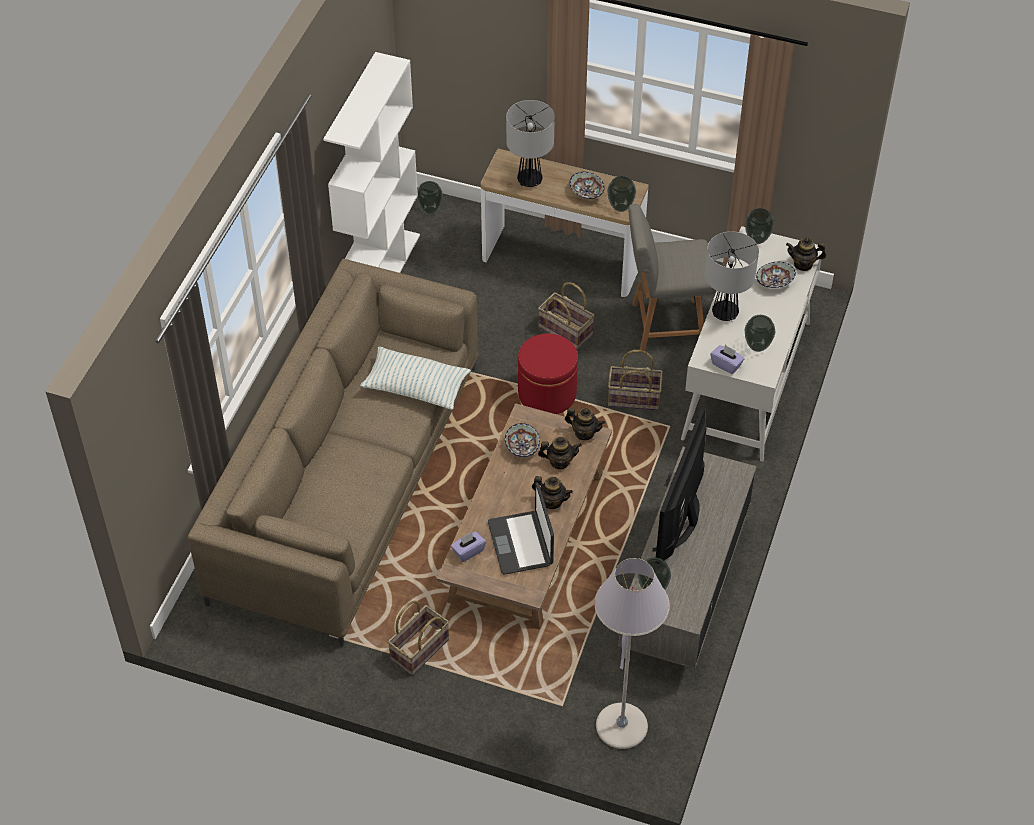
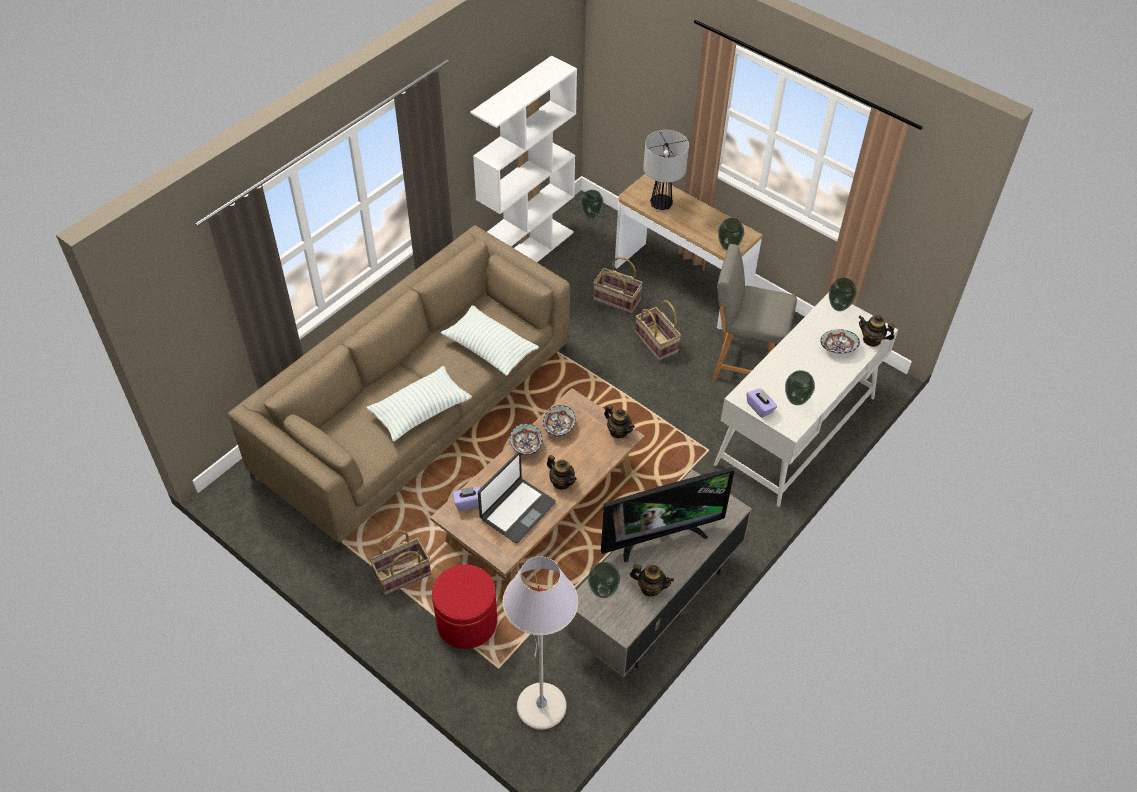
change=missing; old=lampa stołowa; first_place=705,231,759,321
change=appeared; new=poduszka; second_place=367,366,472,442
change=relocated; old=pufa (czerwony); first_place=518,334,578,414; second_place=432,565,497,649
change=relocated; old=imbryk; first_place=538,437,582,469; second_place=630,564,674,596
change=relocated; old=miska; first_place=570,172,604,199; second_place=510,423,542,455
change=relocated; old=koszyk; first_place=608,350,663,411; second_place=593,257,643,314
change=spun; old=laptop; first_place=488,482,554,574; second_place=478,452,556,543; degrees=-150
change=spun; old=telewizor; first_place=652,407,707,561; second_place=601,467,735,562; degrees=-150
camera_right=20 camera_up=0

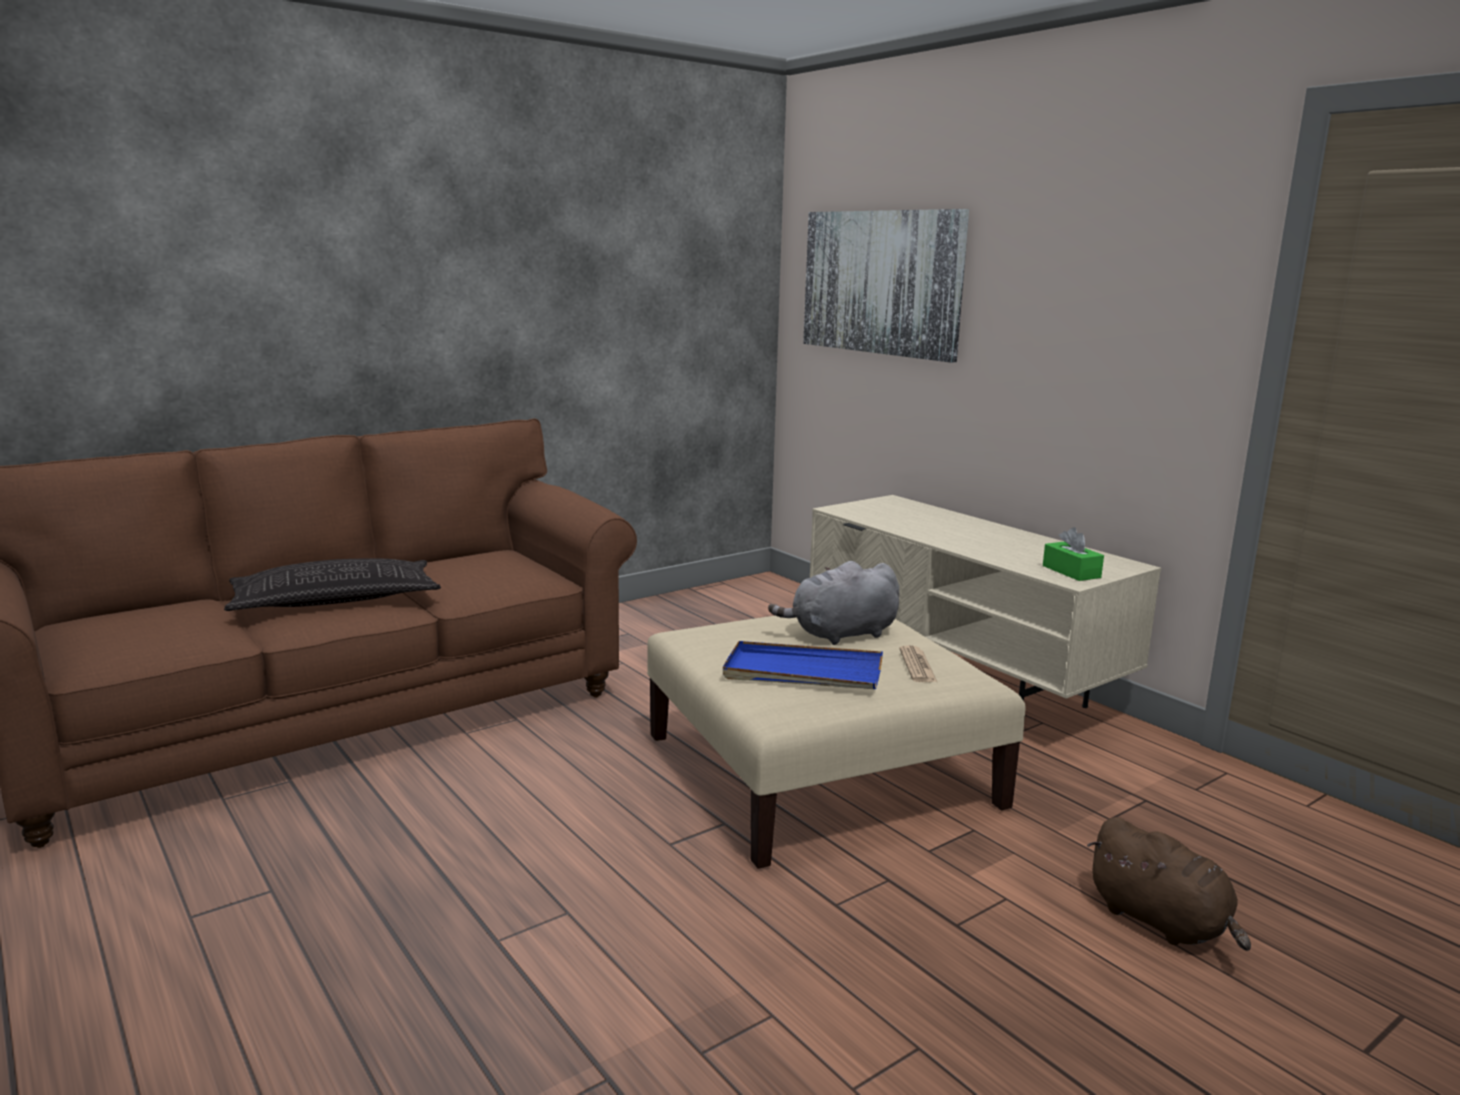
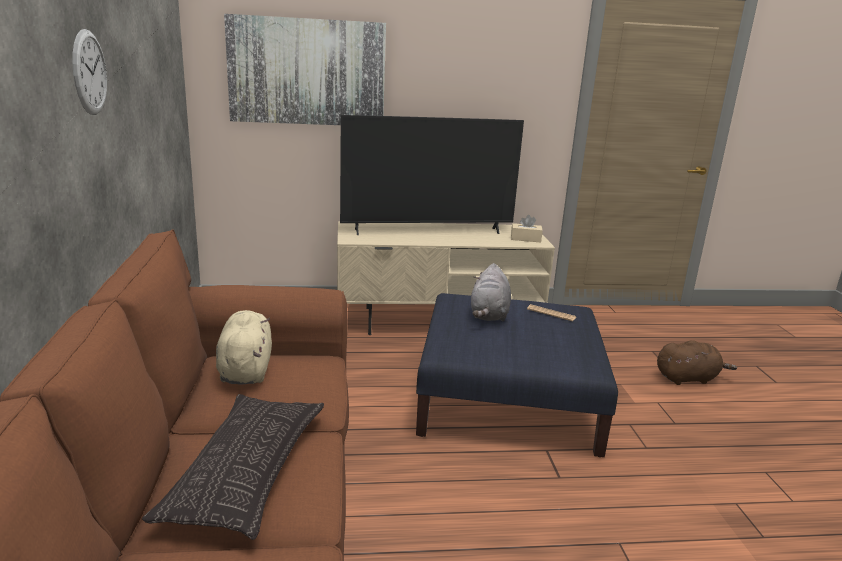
change=missing; old=taca (niebieski); first_place=723,641,883,689
change=appeared; new=zegar ścienny; second_place=72,29,107,115
change=appeared; new=pluszak (beżowy); second_place=216,310,272,384
change=appeared; new=telewizor; second_place=340,115,524,235
change=colour; old=pufa (beżowy); new=pufa (niebieski); first_place=647,616,1025,869; second_place=416,293,618,457
change=colour; old=pudełko chusteczek (zielony); new=pudełko chusteczek (beżowy); first_place=1043,527,1104,581; second_place=511,215,543,243
camera_right=-60 camera_up=5

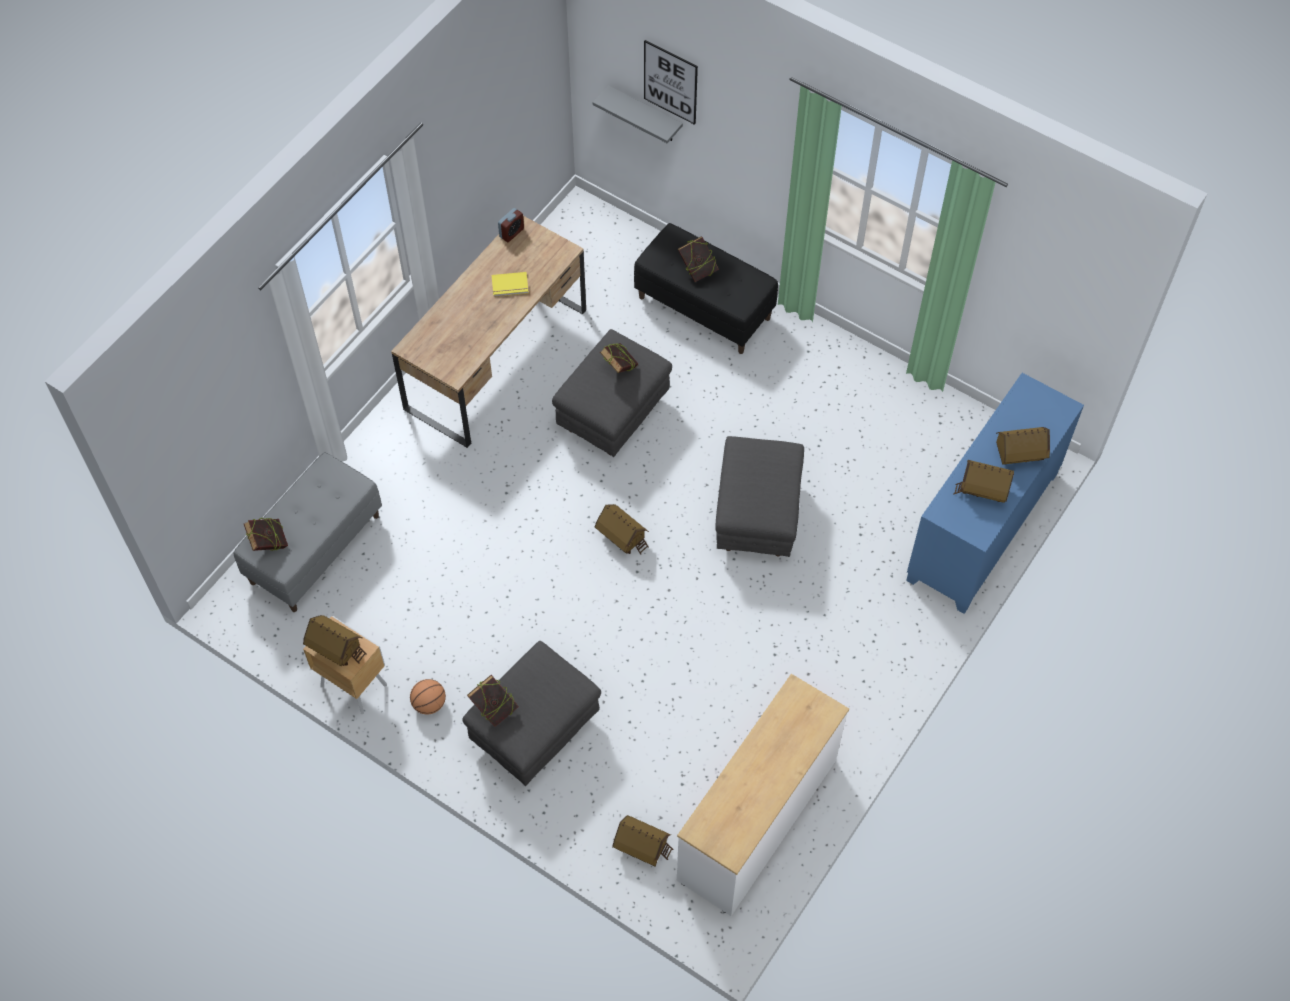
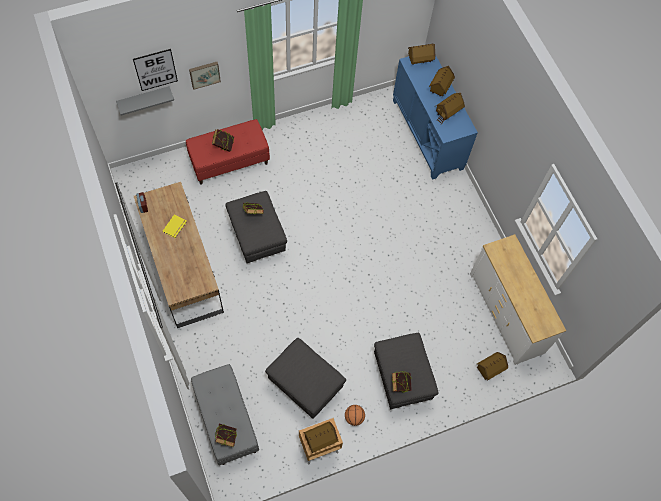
change=appeared; new=obraz; second_place=189,62,221,90
change=relocated; old=domek; first_place=595,504,649,555; second_place=408,43,435,65
change=relocated; old=pufa (szary); first_place=716,436,804,557; second_place=265,338,346,419
change=colour; old=ławka (czarny); new=ławka (czerwony); first_place=634,223,778,354; second_place=186,119,270,184
camera_right=-60 camera_up=5

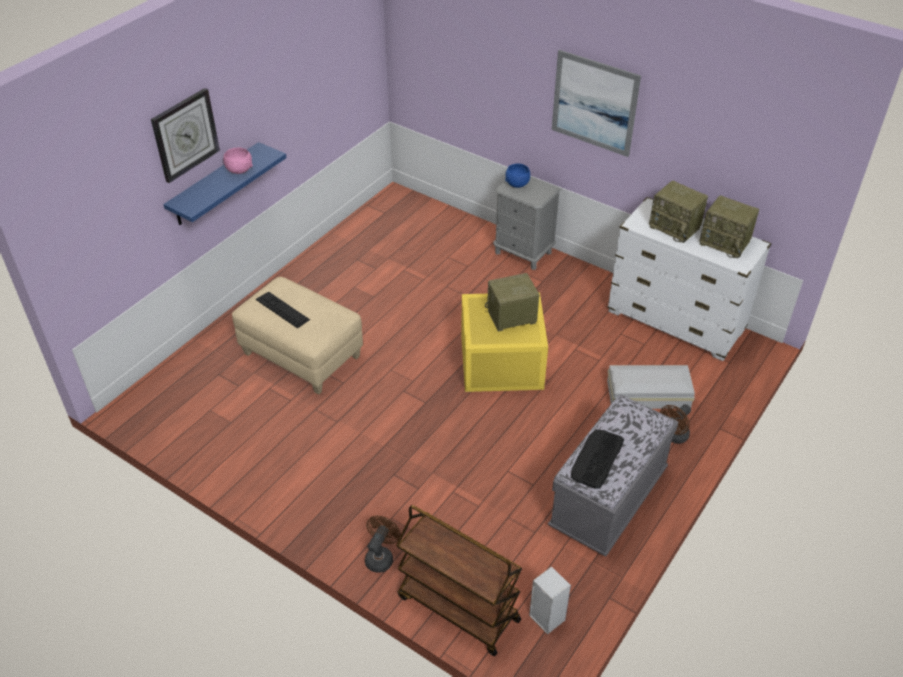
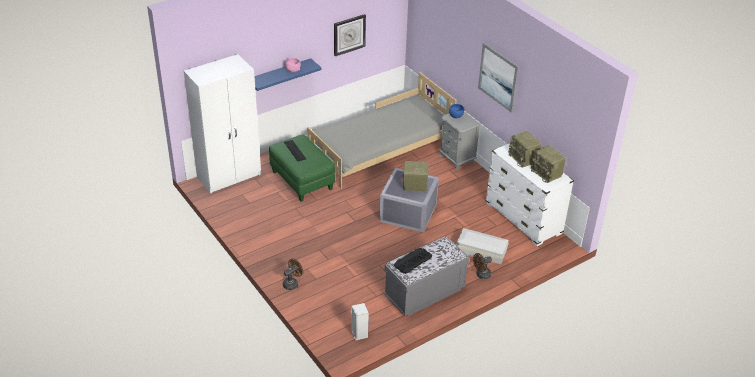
change=missing; old=wózek (brązowy); first_place=396,505,522,656
change=appeared; new=szafa (biały); second_place=184,54,261,194
change=appeared; new=łóżko (szary); second_place=307,72,456,189
change=relocated; old=zegar ścienny; first_place=151,88,220,183; second_place=334,14,366,56
change=colour; old=pufa (beżowy); new=pufa (zielony); first_place=232,277,363,395; second_place=269,134,335,202
change=colour; old=pojemnik do przechowywania (żółty); new=pojemnik do przechowywania (szary); first_place=461,292,548,392; second_place=379,168,439,233
camera_right=20 camera_up=-5

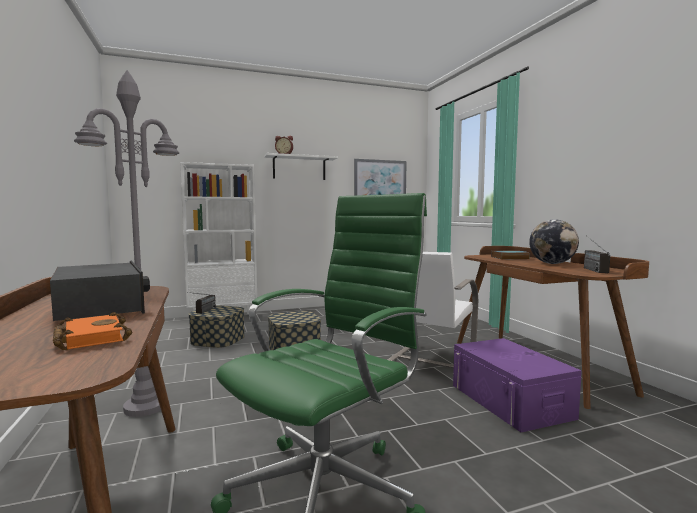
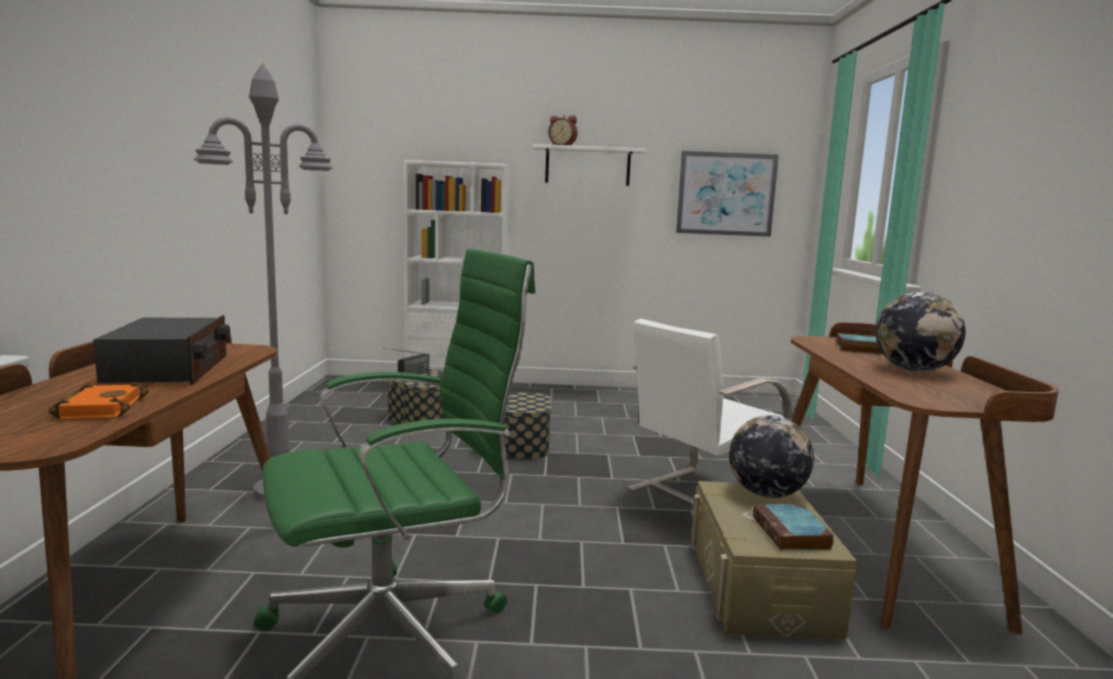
change=missing; old=radio; first_place=584,235,610,273
change=appeared; new=globus; second_place=729,415,814,498
change=appeared; new=książka; second_place=753,504,834,550
change=colour; old=pojemnik do przechowywania (fioletowy); new=pojemnik do przechowywania (beżowy); first_place=453,338,582,432; second_place=690,481,857,640
camera_right=20 camera_up=5

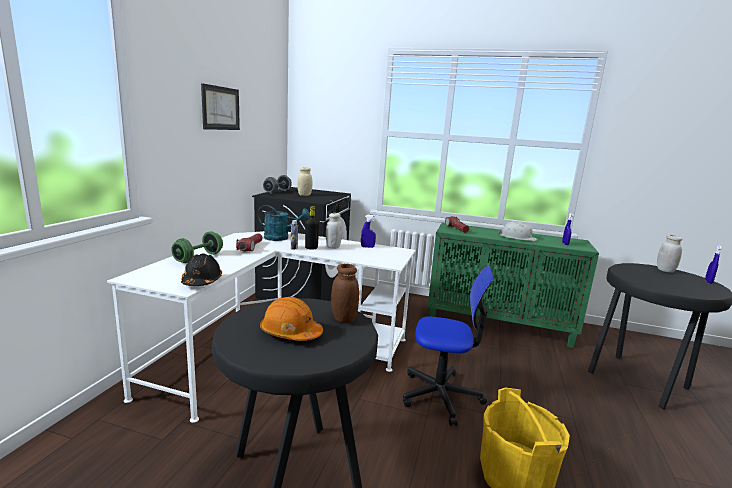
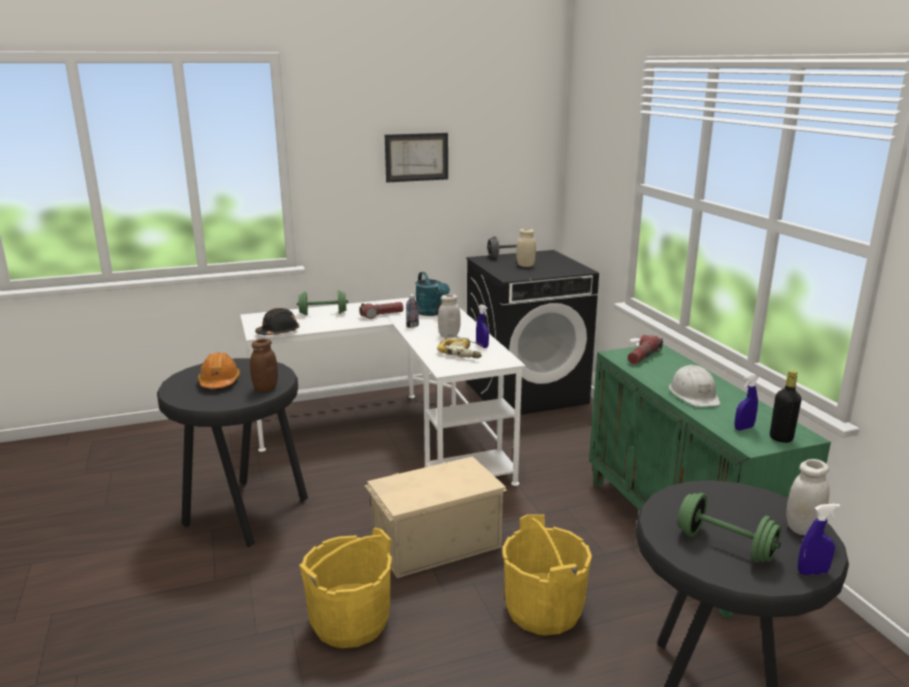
change=appeared; new=wiertarka; second_place=437,335,484,358
change=appeared; new=wiadro (żółty); second_place=502,514,592,636
change=appeared; new=hantel (zielony); second_place=677,493,781,563
change=relocated; old=butelka (czarny); first_place=305,206,319,250; second_place=770,370,801,443
change=exchanged; old=krzesło biurowe; new=pojemnik do przechowywania (beżowy); first_place=403,266,494,426; second_place=364,456,507,578
camera_right=55 camera_up=5

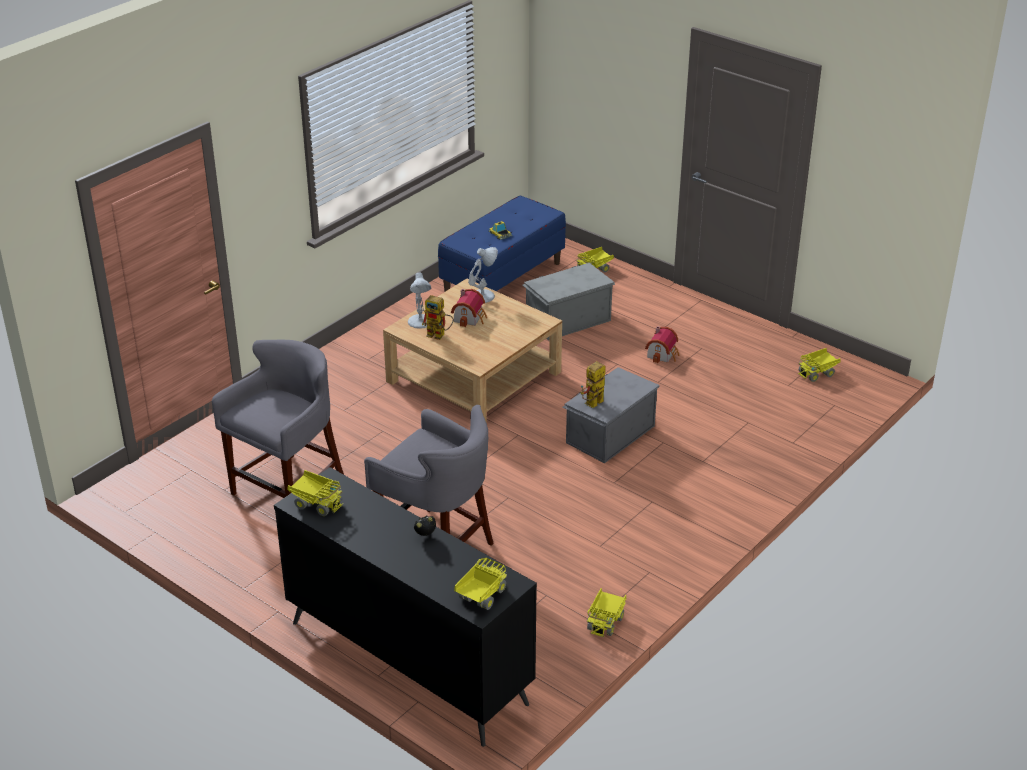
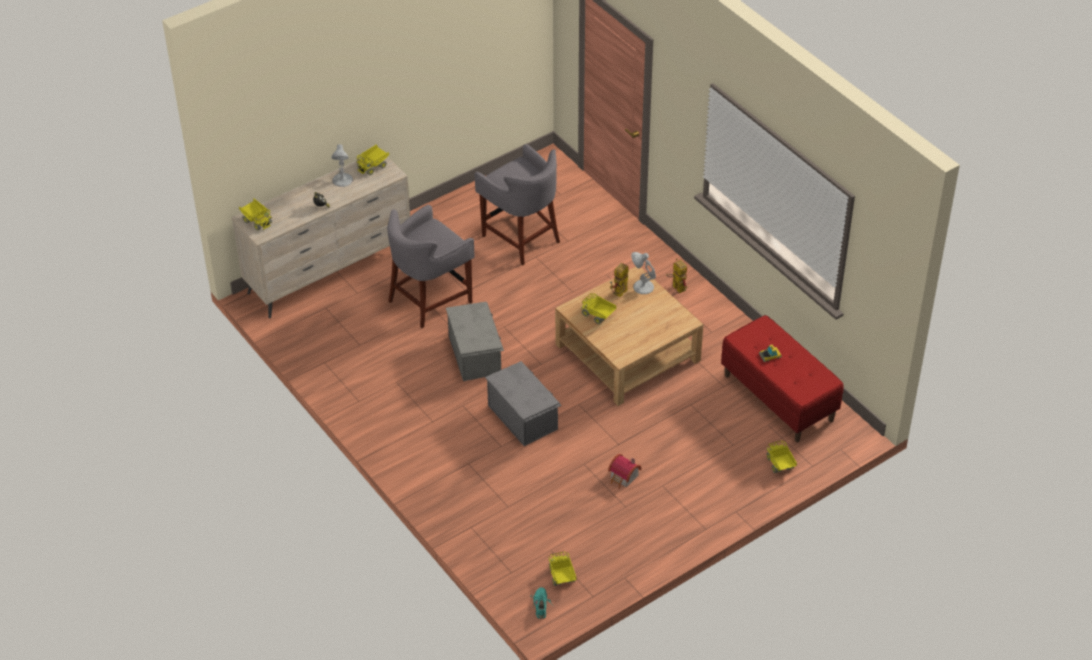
change=missing; old=domek; first_place=451,289,487,327
change=appeared; new=but (turkusowy); second_place=532,587,551,619
change=relocated; old=lampa stołowa (biały); first_place=468,247,498,303; second_place=331,144,353,187
change=relocated; old=pojemnik do przechowywania (szary); first_place=523,263,615,341; second_place=446,302,504,381
change=relocated; old=robot zabawkowy; first_place=580,361,606,408; second_place=666,258,687,293
change=relocated; old=ciężarówka zabawkowa; first_place=587,588,626,637; second_place=581,293,616,324
change=colour; old=komoda (czarny); new=komoda (beżowy); first_place=274,467,537,747; second_place=231,157,410,319
change=colour; old=ławka (niebieski); new=ławka (czerwony); first_place=438,196,566,292; second_place=721,315,843,442
camera_right=105 camera_up=10

